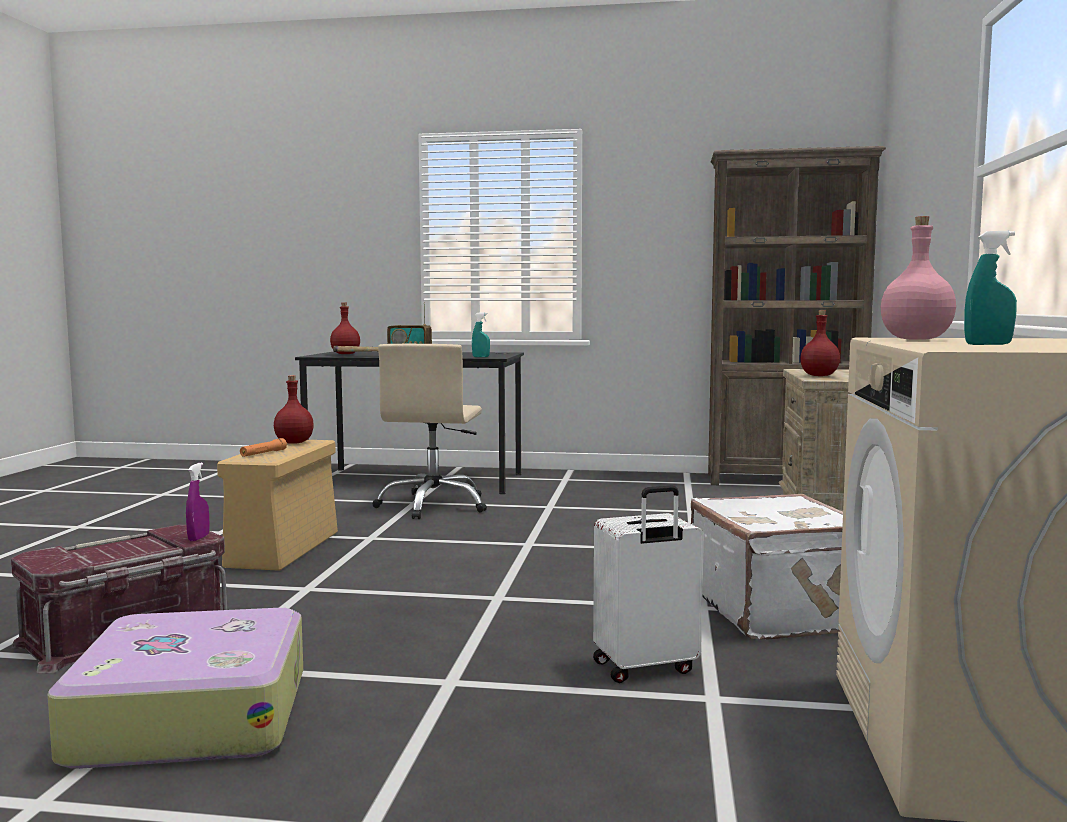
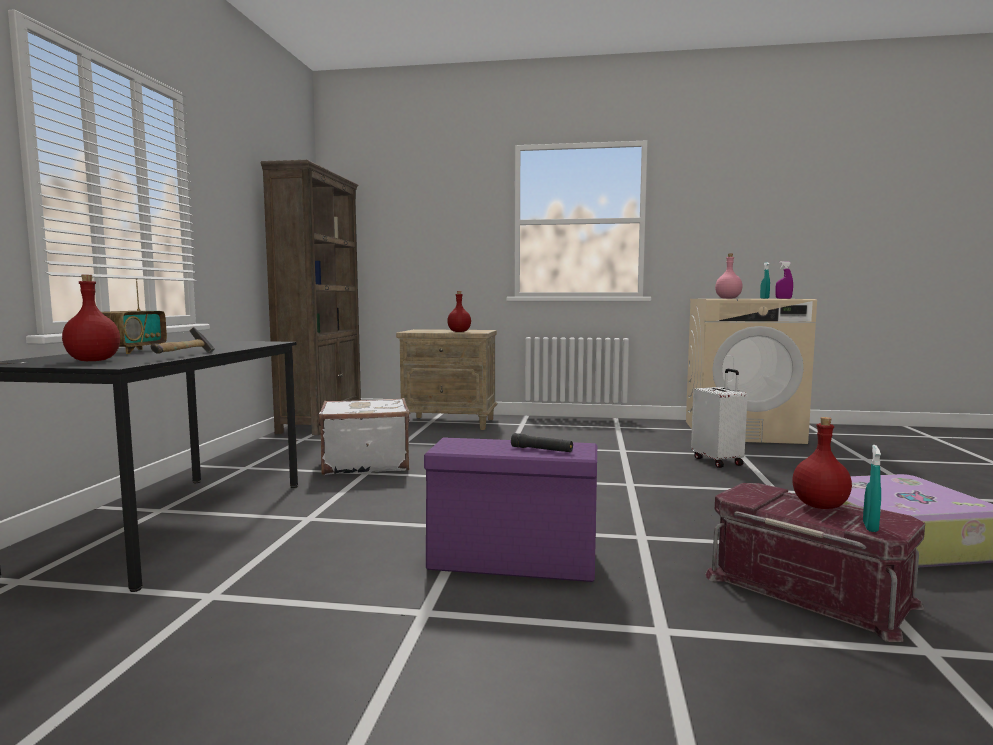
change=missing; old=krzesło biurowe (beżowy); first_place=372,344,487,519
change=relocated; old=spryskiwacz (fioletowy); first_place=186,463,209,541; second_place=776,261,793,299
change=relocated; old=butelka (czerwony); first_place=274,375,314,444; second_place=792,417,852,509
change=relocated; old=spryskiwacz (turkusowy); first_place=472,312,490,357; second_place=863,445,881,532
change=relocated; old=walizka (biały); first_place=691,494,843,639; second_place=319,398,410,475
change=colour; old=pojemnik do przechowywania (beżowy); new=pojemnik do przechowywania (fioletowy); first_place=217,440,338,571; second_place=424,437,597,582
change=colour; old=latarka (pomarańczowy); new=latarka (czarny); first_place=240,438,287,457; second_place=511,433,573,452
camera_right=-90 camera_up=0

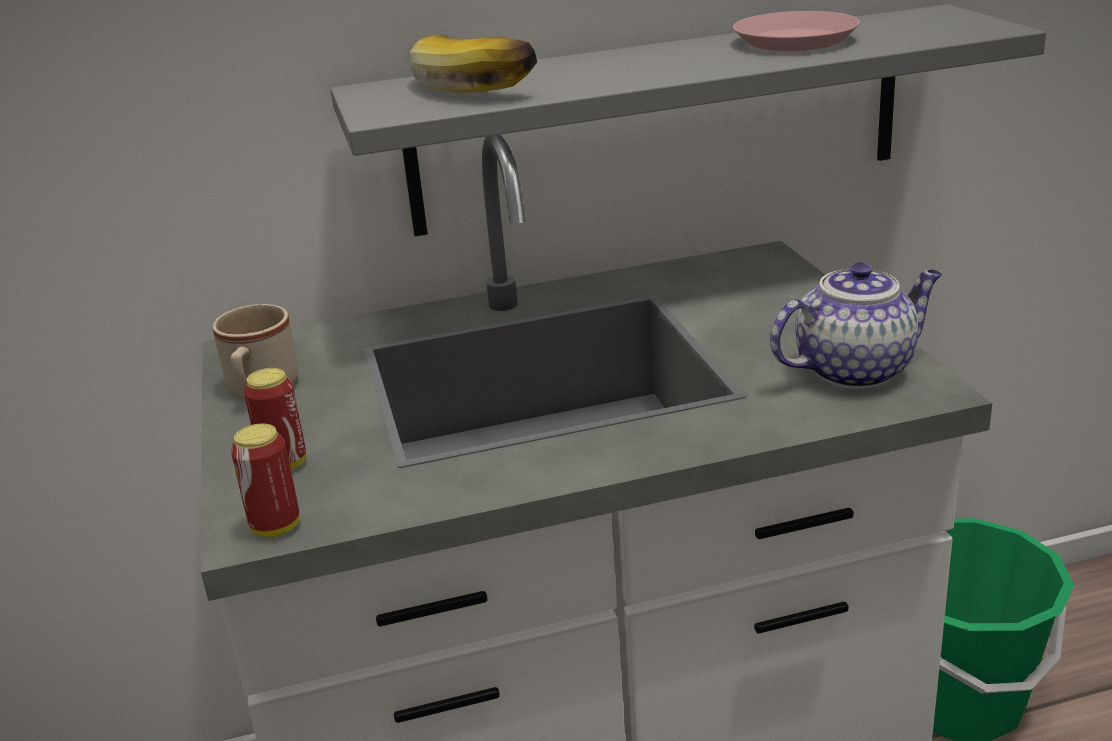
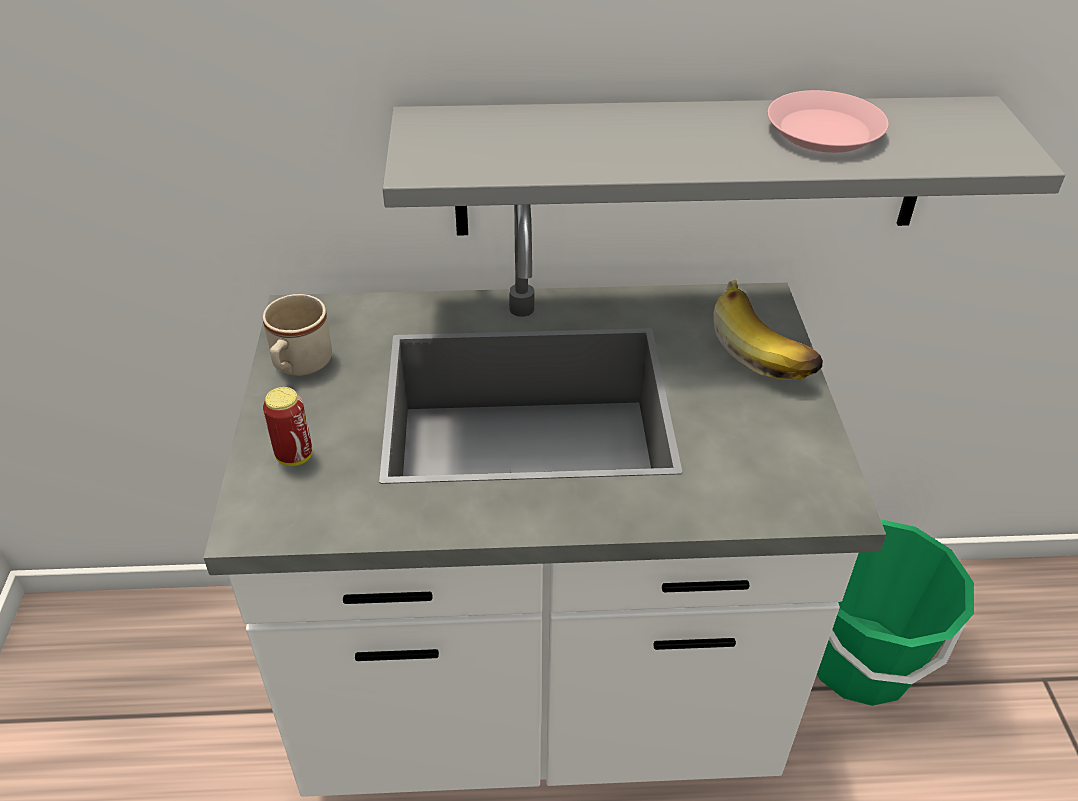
change=missing; old=puszka; first_place=231,423,300,537
change=missing; old=imbryk; first_place=770,262,942,389
change=relocated; old=banan; first_place=409,35,537,93; second_place=713,279,823,380
camera_right=10 camera_up=15

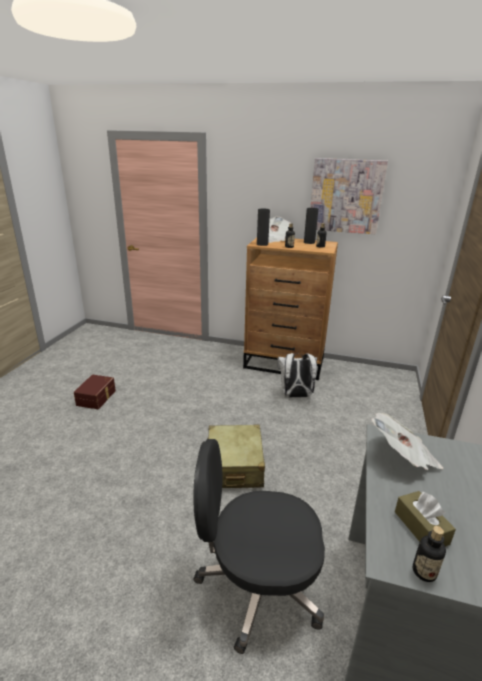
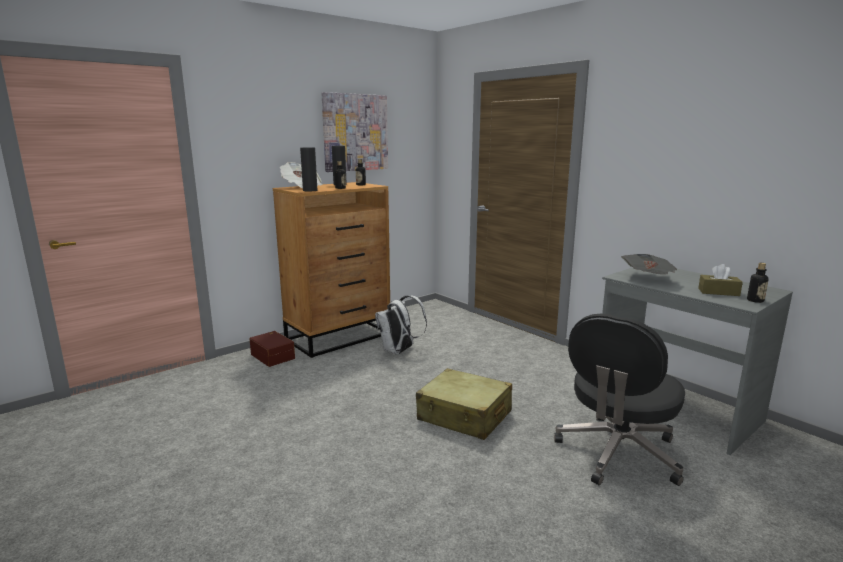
change=relocated; old=pojemnik do przechowywania (brązowy); first_place=74,375,116,409; second_place=249,331,295,367
camera_right=-55 camera_up=-10

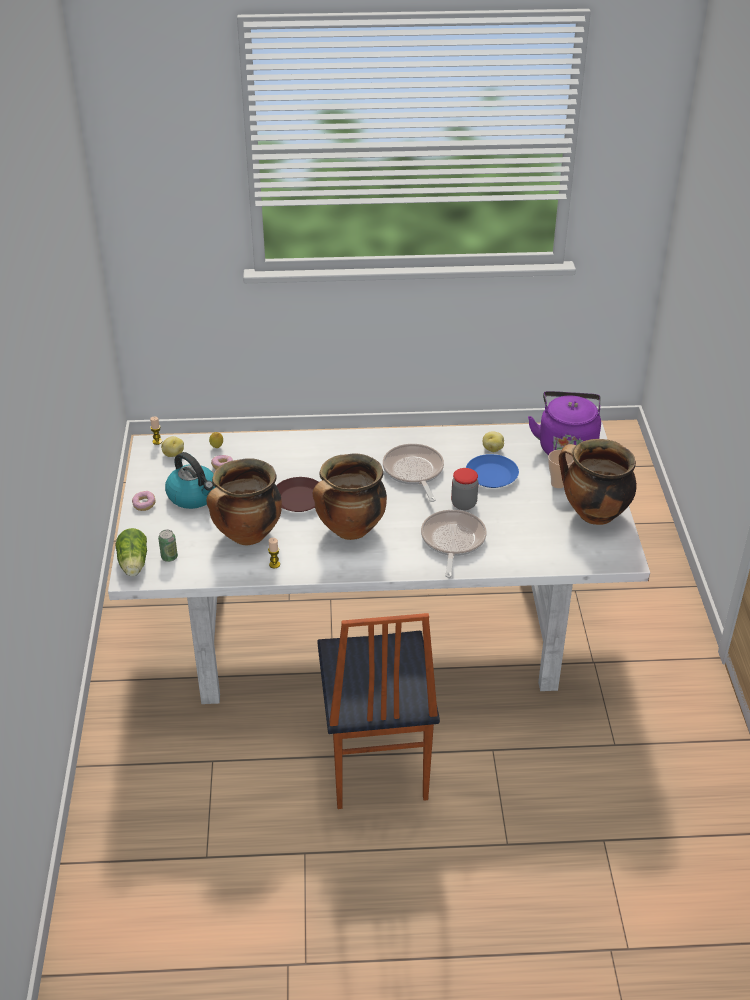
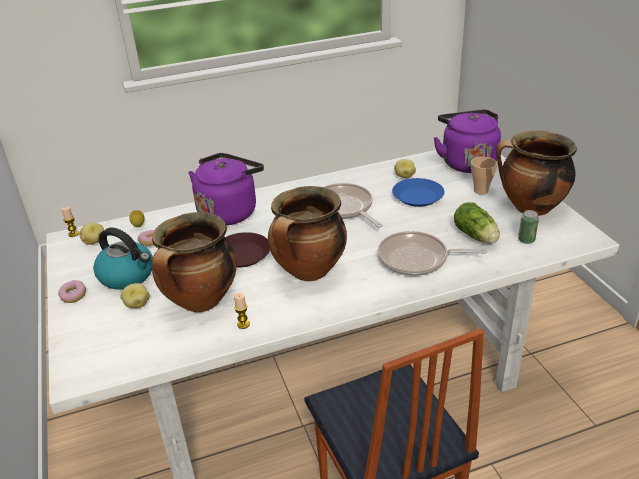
change=missing; old=słoik; first_place=451,468,479,510
change=appeared; new=ziemniak; second_place=120,283,150,308
change=appeared; new=czajnik (fioletowy); second_place=188,153,264,225
change=relocated; old=sałata; first_place=115,528,147,576; second_place=454,202,500,244
change=relocated; old=puszka; first_place=158,530,178,562; second_place=518,210,539,244
change=spun; old=patelnia; first_place=421,510,487,578; second_place=378,231,487,276; degrees=-75
camera_right=-15 camera_up=-5

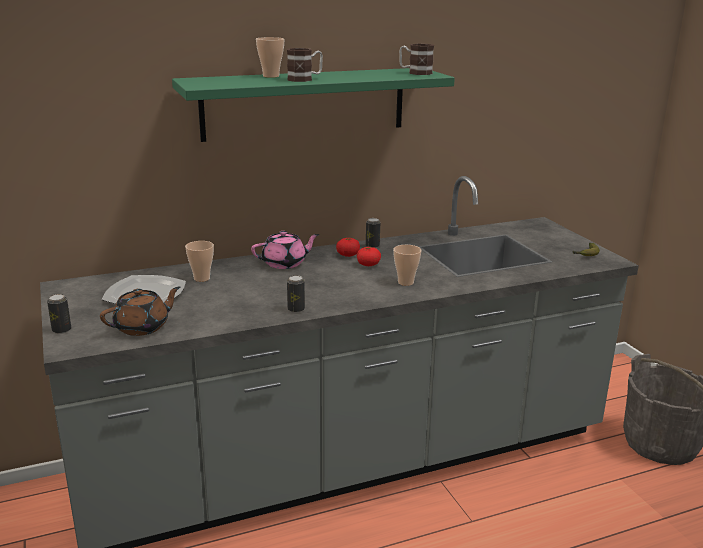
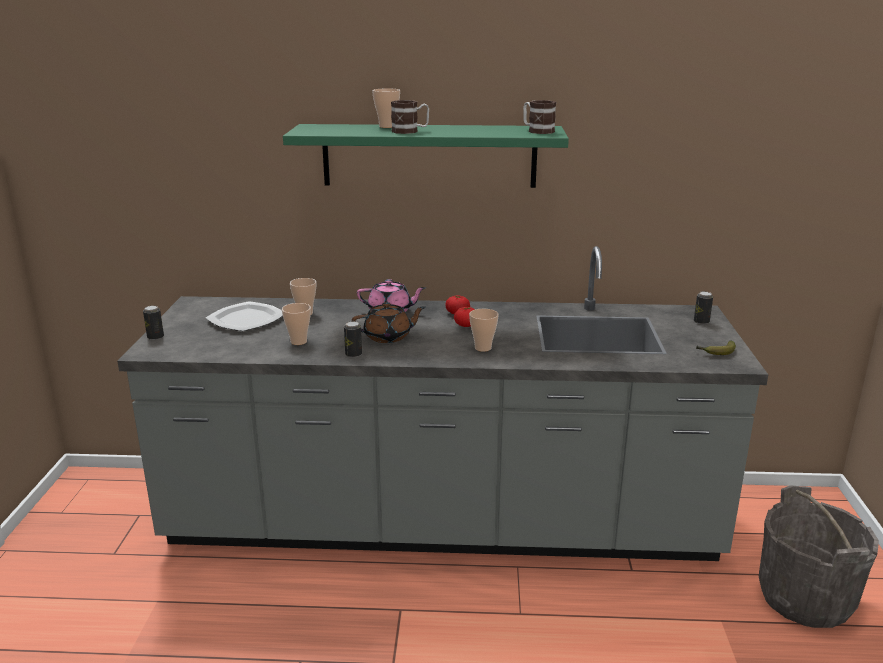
change=appeared; new=filiżanka; second_place=282,303,311,345
change=relocated; old=imbryk (brązowy); first_place=100,286,180,336; second_place=352,302,425,343
change=relocated; old=puszka; first_place=366,218,380,248; second_place=694,291,713,324
camera_right=25 camera_up=0

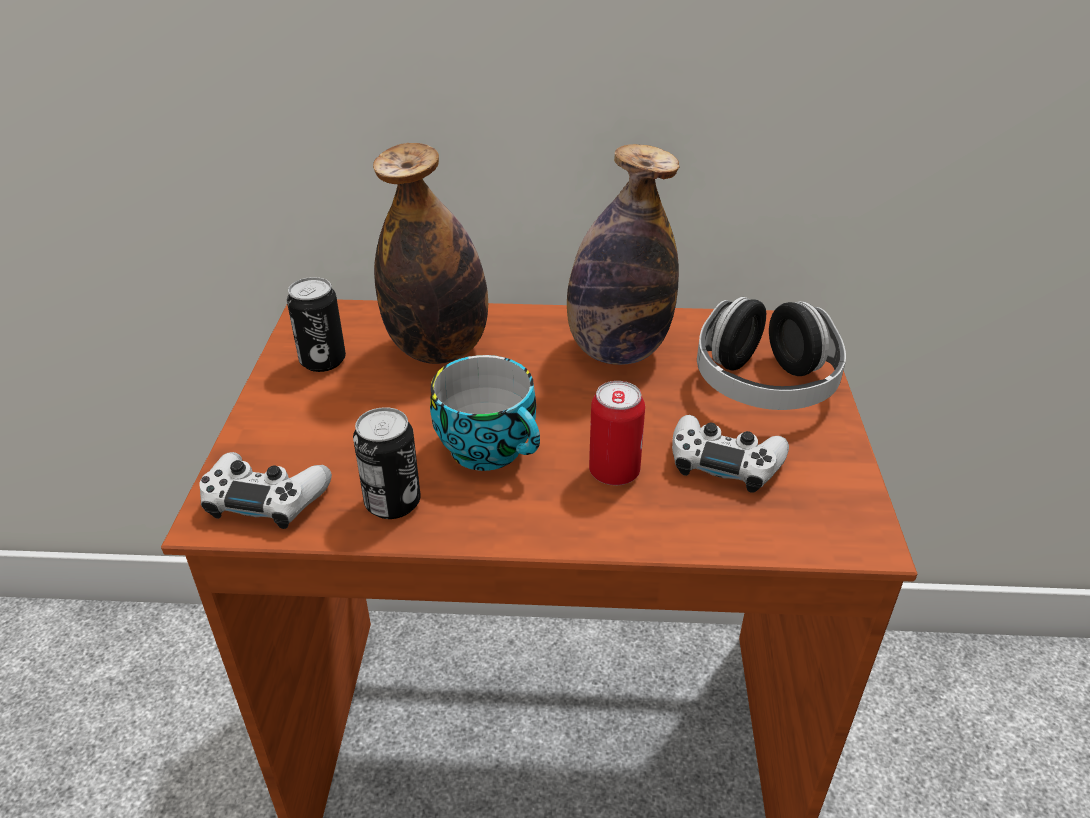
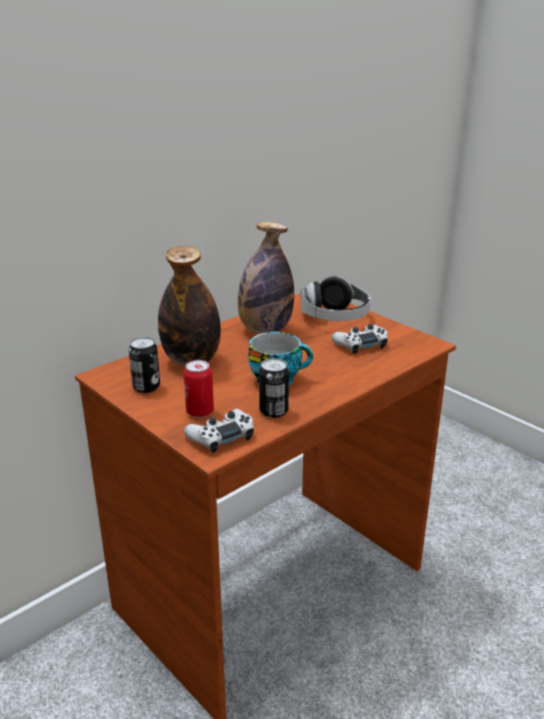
change=relocated; old=puszka; first_place=589,381,645,485; second_place=183,360,214,418
camera_right=-45 camera_up=-10

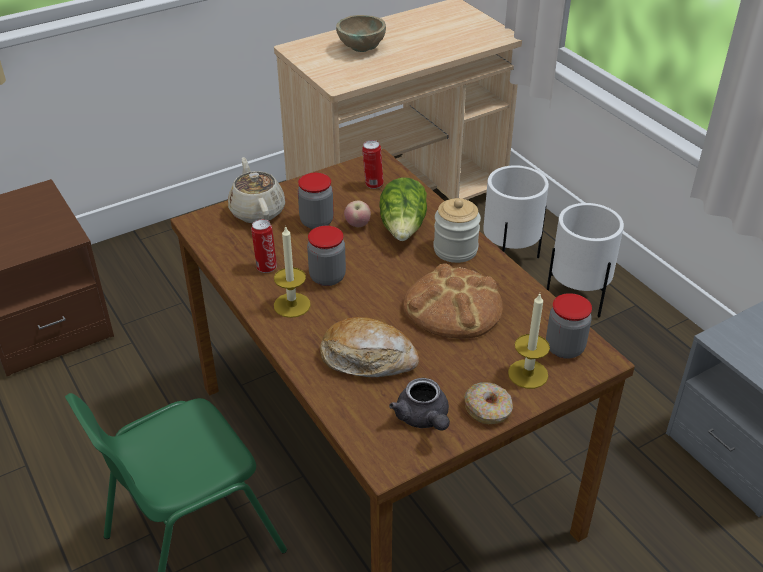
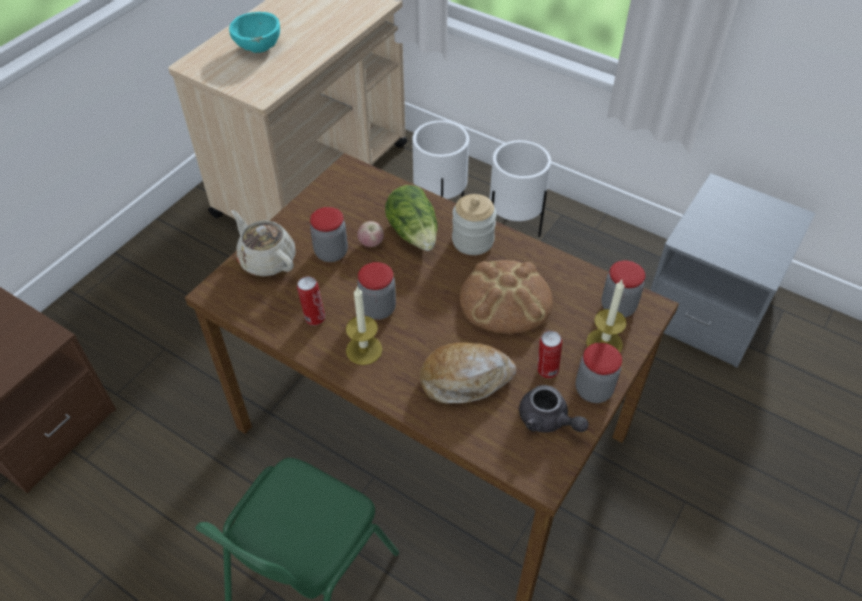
change=relocated; old=puszka; first_place=362,140,384,189; second_place=537,331,562,378
change=exchanged; old=donut; new=słoik; first_place=464,382,513,424; second_place=576,343,622,403
change=colour; old=miska (beżowy); new=miska (turkusowy); first_place=336,15,386,52; second_place=229,12,280,53
camera_right=-25 camera_up=10

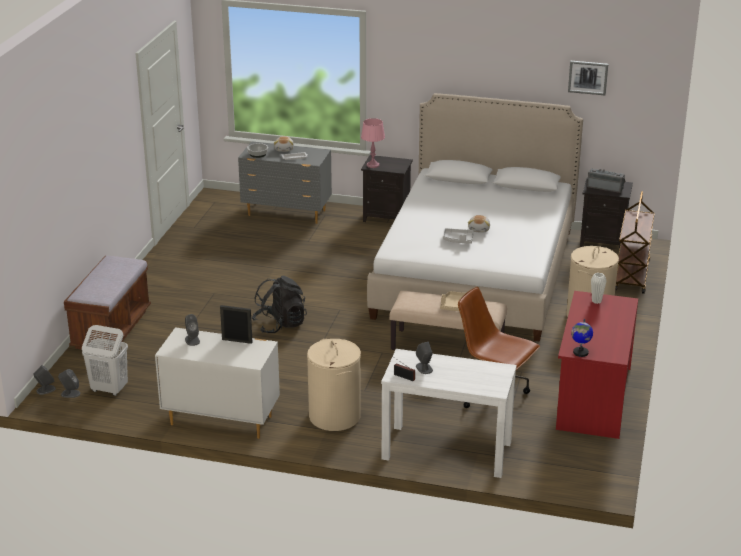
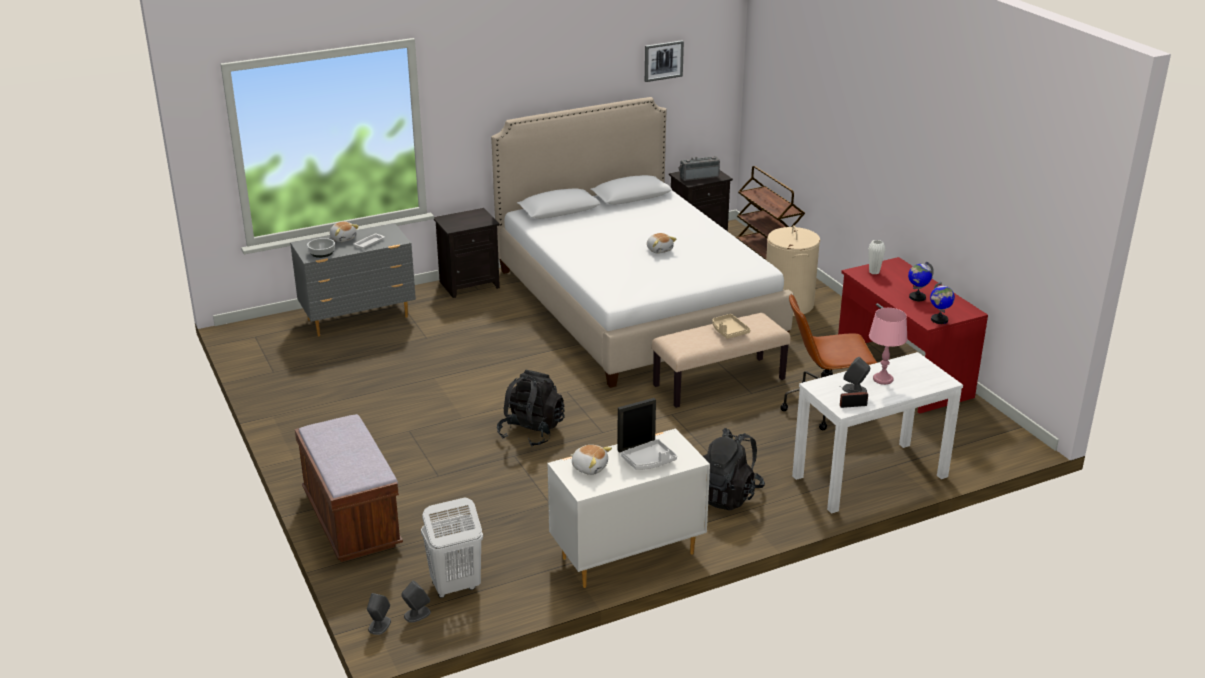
change=appeared; new=globus; second_place=908,262,934,301
change=relocated; old=lampa stołowa (różowy); first_place=361,118,385,168; second_place=869,308,908,385
change=relocated; old=taca (szary); first_place=443,228,474,244; second_place=621,439,677,470
change=exchanged; old=głośnik (szary); new=pluszak; first_place=185,314,200,346; second_place=571,445,612,475
change=exchanged; old=kosz na pranie (beżowy); new=plecak (czarny); first_place=307,339,361,431; second_place=703,428,765,510
camera_right=-40 camera_up=0

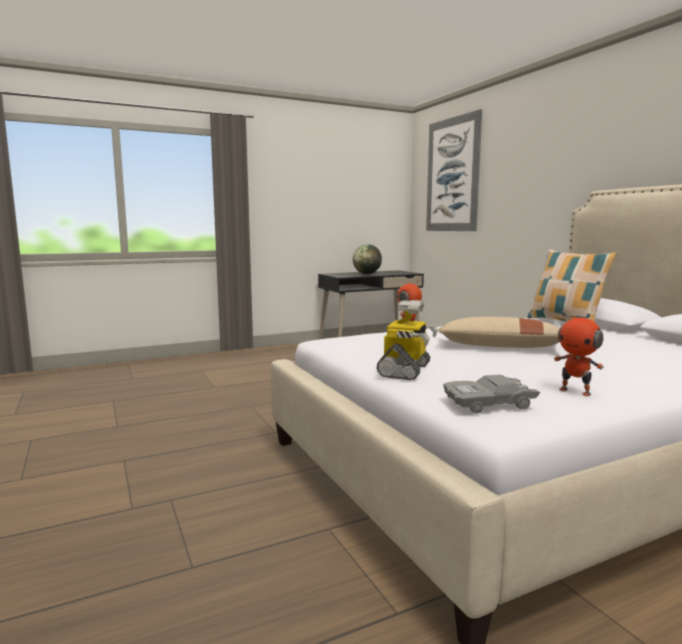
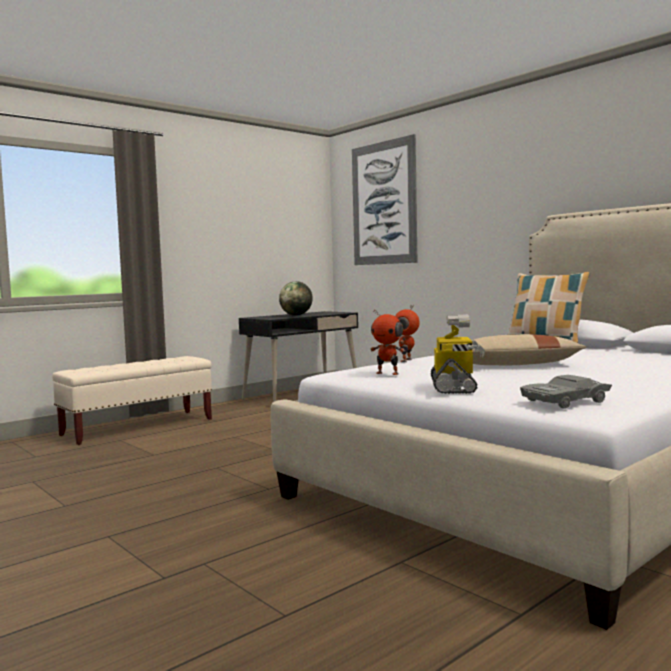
change=appeared; new=ławka (beżowy); second_place=52,356,212,445
change=relocated; old=robot zabawkowy; first_place=554,309,604,396; second_place=370,309,405,375
camera_right=-15 camera_up=-5

